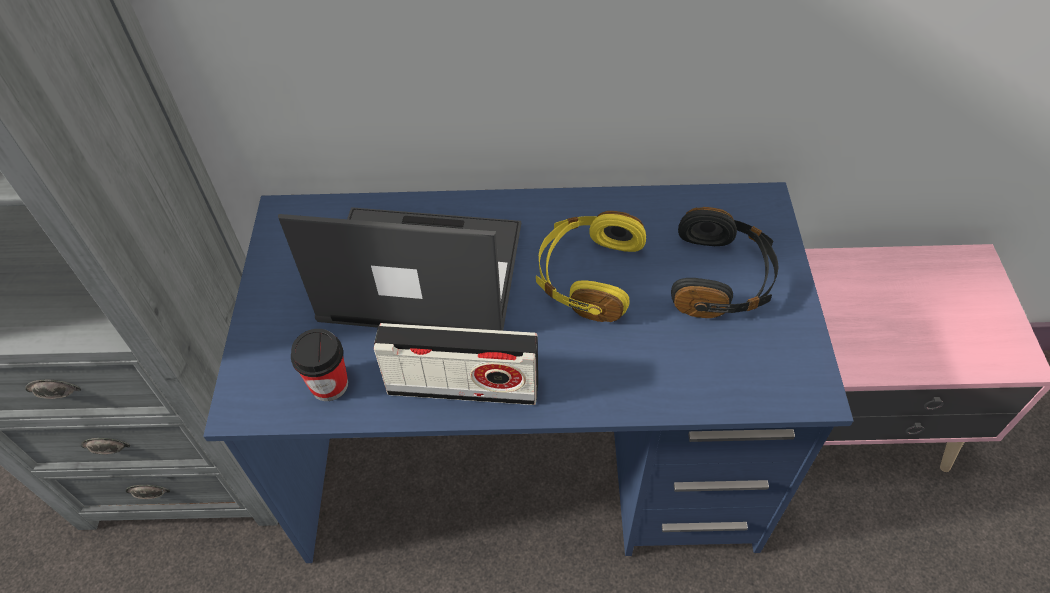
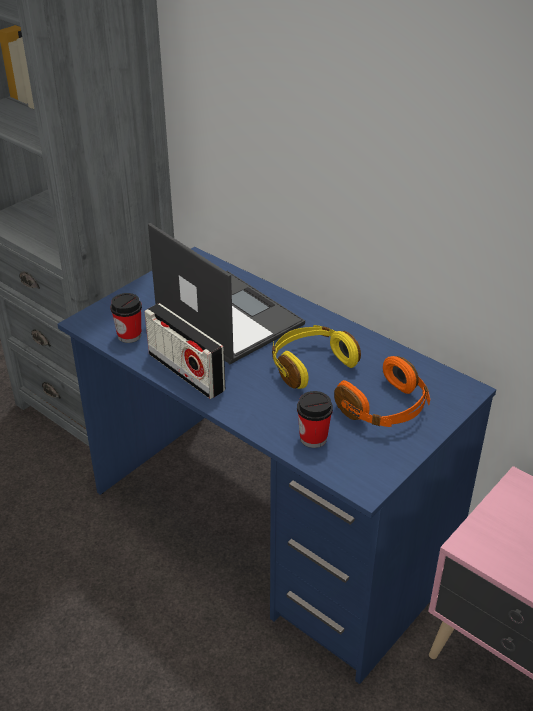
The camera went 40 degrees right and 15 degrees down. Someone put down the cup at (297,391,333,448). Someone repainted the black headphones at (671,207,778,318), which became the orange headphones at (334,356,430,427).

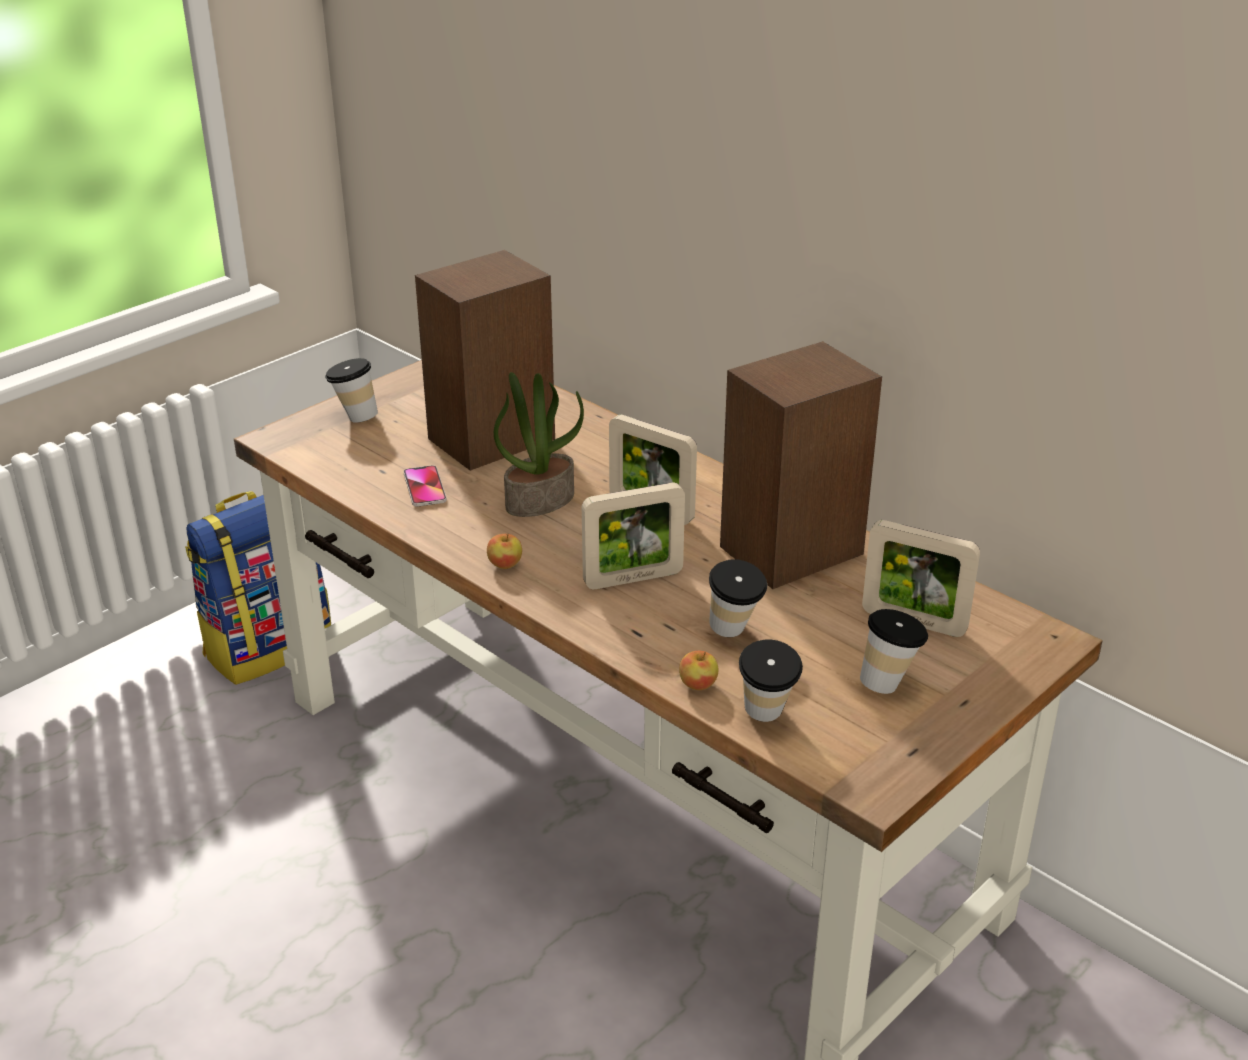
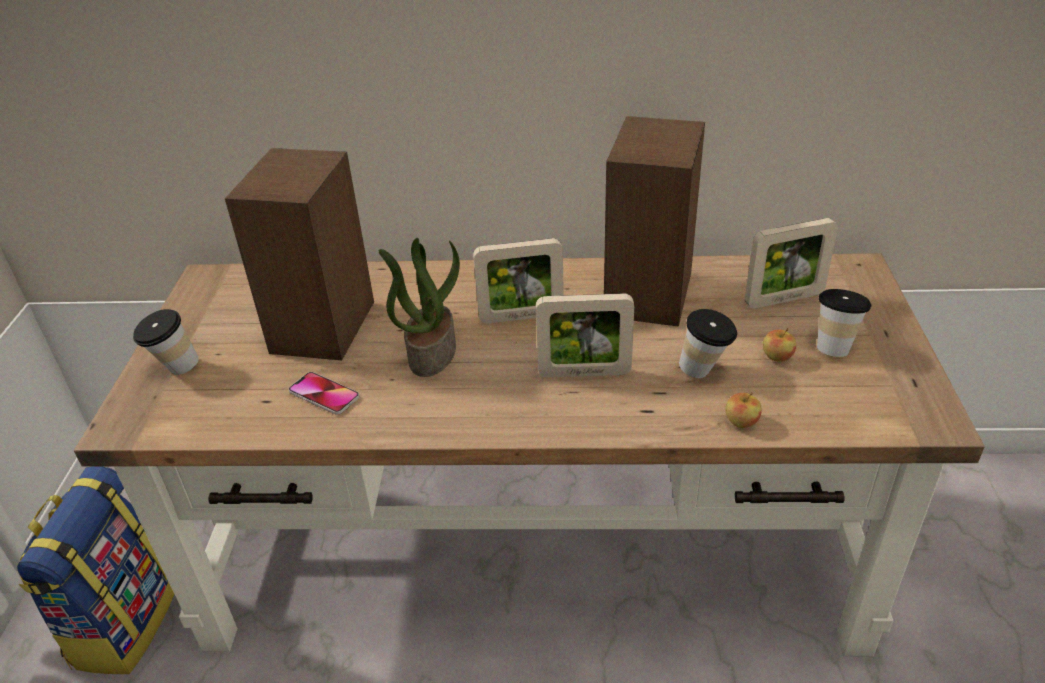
The camera went 40 degrees left and 5 degrees up. Someone rotated the picture frame at (582,483,685,589) by 60 degrees clockwise. Someone carried the apple from (487,533,522,569) to (763,328,796,362). Someone took away the cup at (739,639,803,722).

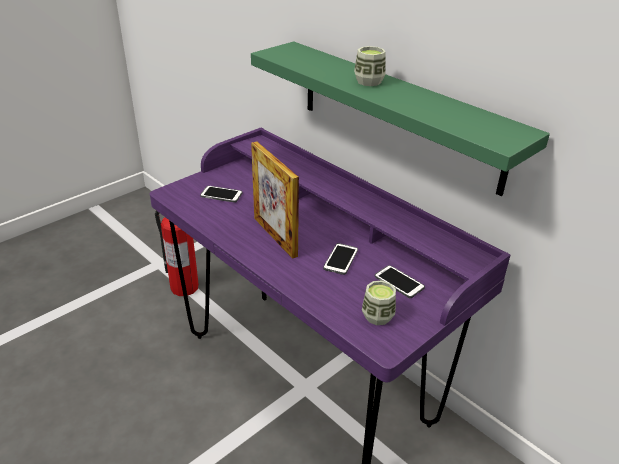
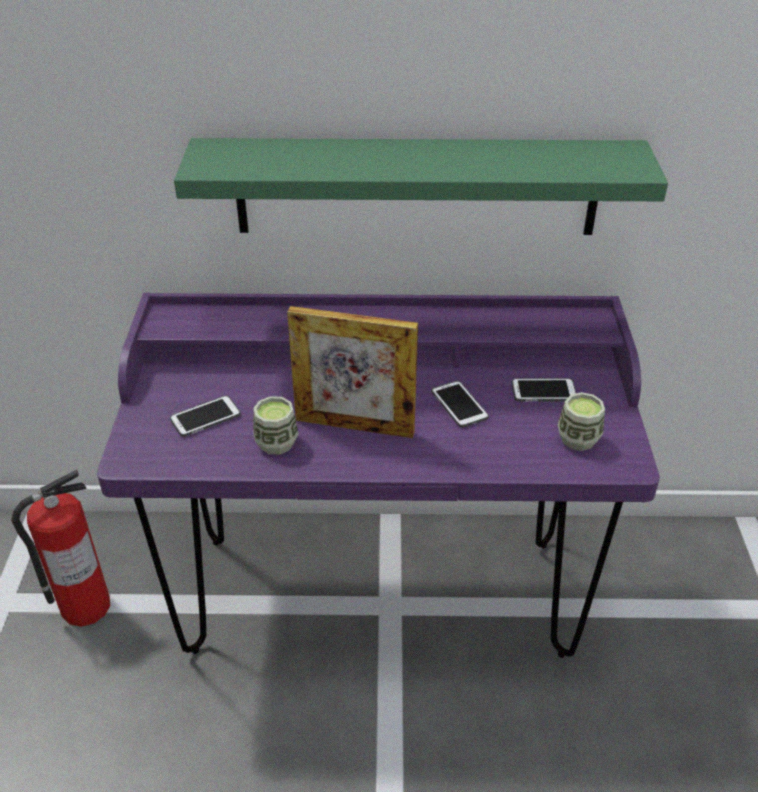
The camera went 45 degrees left and 5 degrees up. Someone carried the cup from (354,46,386,86) to (253,396,299,455).

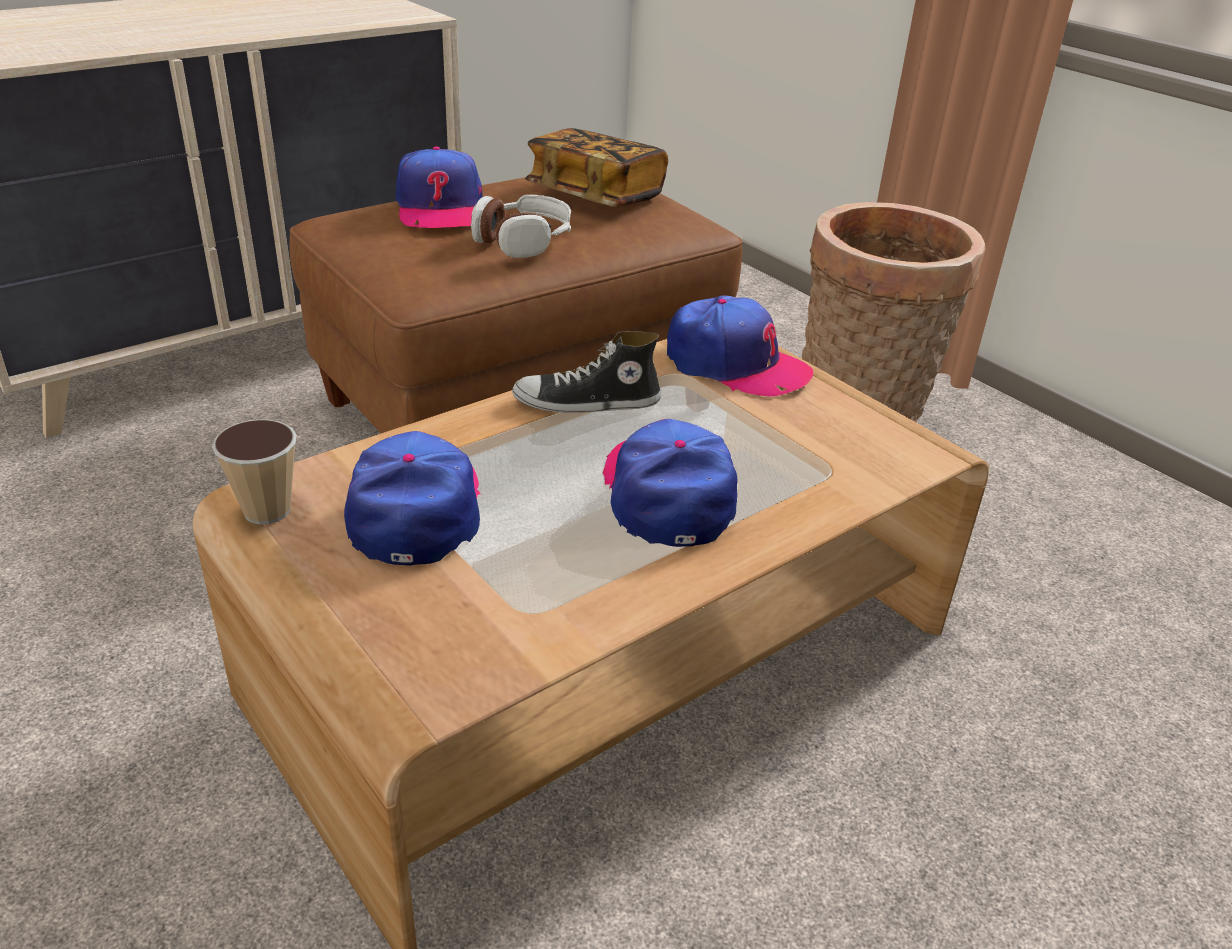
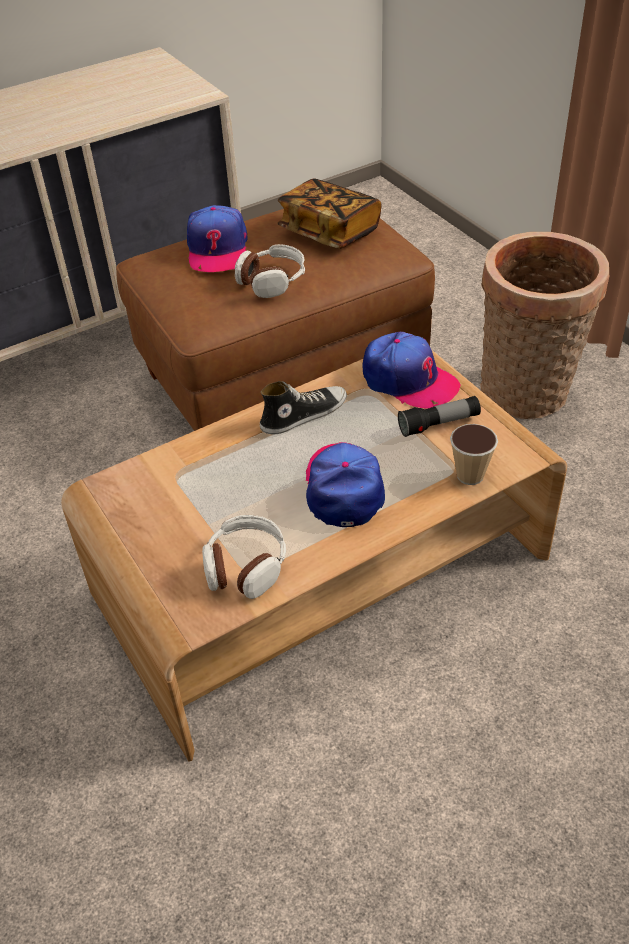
The camera went 10 degrees right and 10 degrees up. Someone put down the headphones at (202,515,286,599). Someone rotated the shoe at (512,331,661,413) by 150 degrees clockwise. Someone put down the flashlight at (398,396,481,437). Someone carried the cup from (212,419,297,525) to (450,424,498,485). Someone took away the cap at (344,431,481,566).

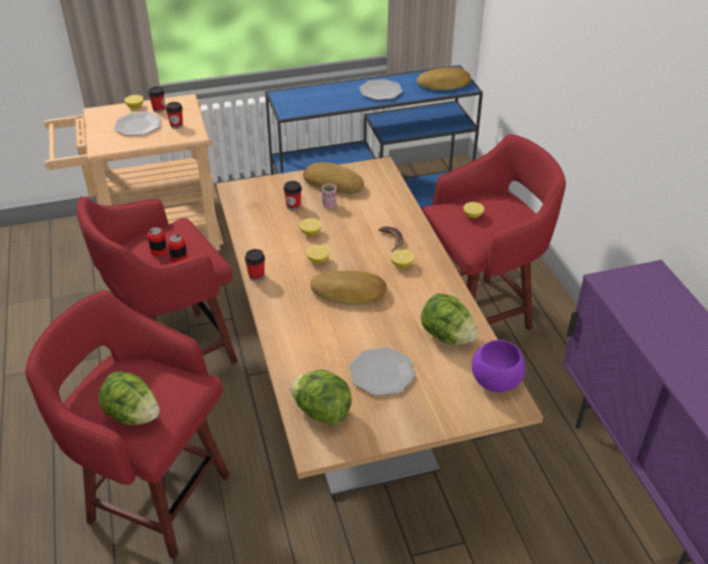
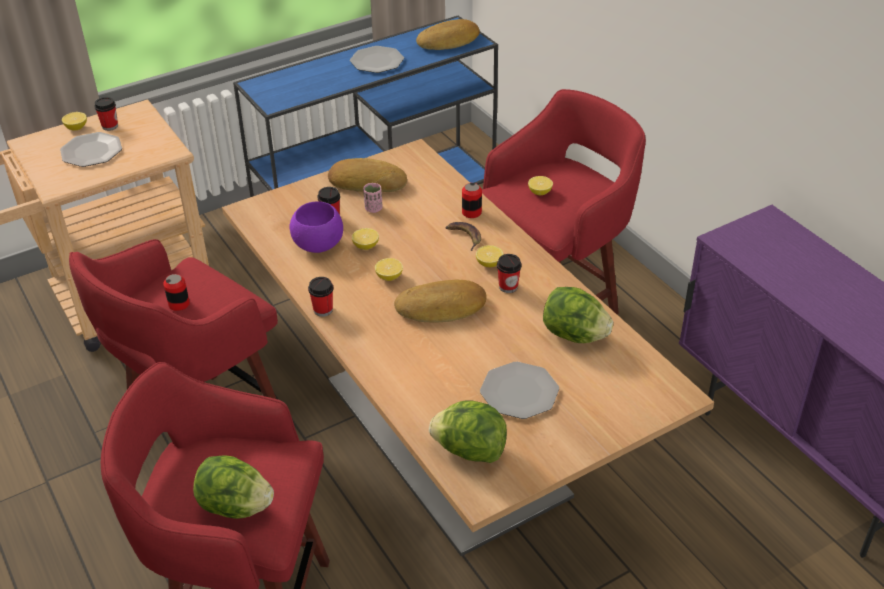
The camera went 15 degrees left and 0 degrees up. Someone carried the purple bowl from (472,340,525,392) to (289,201,343,253). Someone carried the can from (168,235,188,263) to (462,183,482,218). Someone carried the cup from (166,102,183,129) to (497,254,521,293).

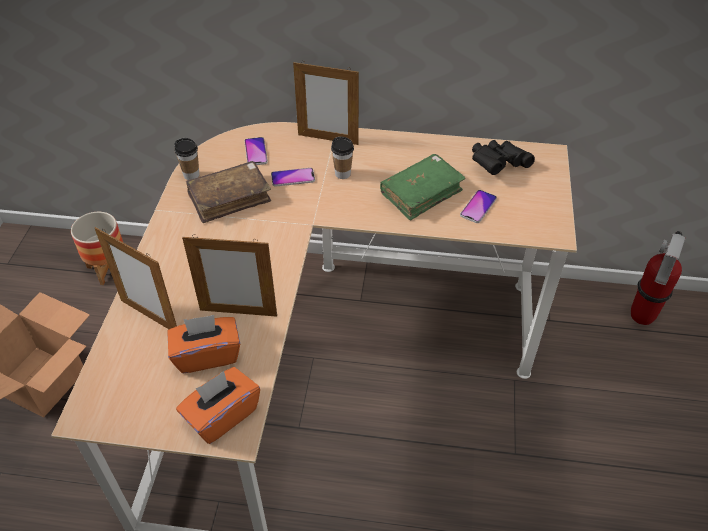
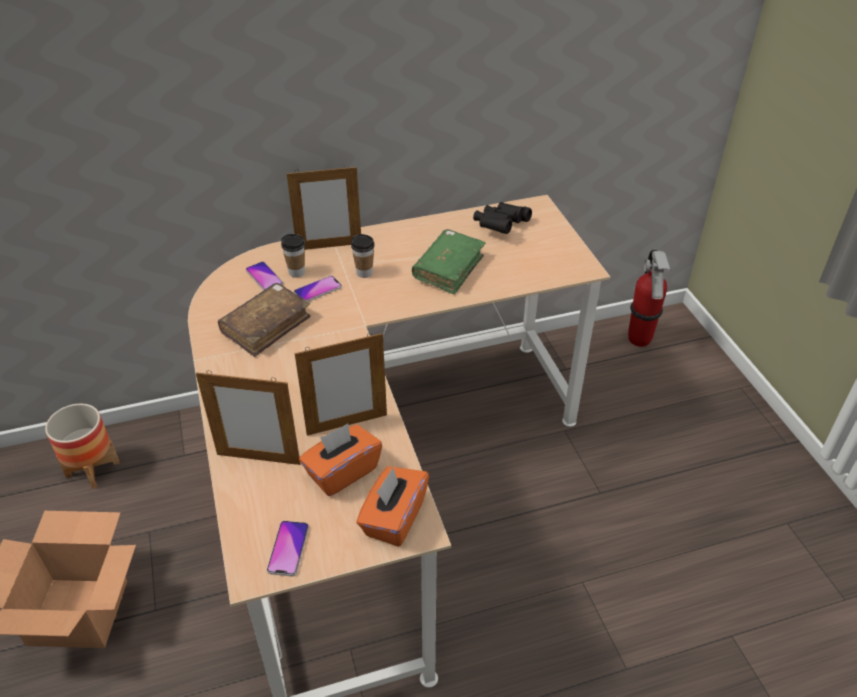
The camera went 25 degrees left and 5 degrees down. Someone carried the phone from (460,190,497,223) to (267,521,309,576). Someone carried the cup from (174,138,199,180) to (281,234,305,277).

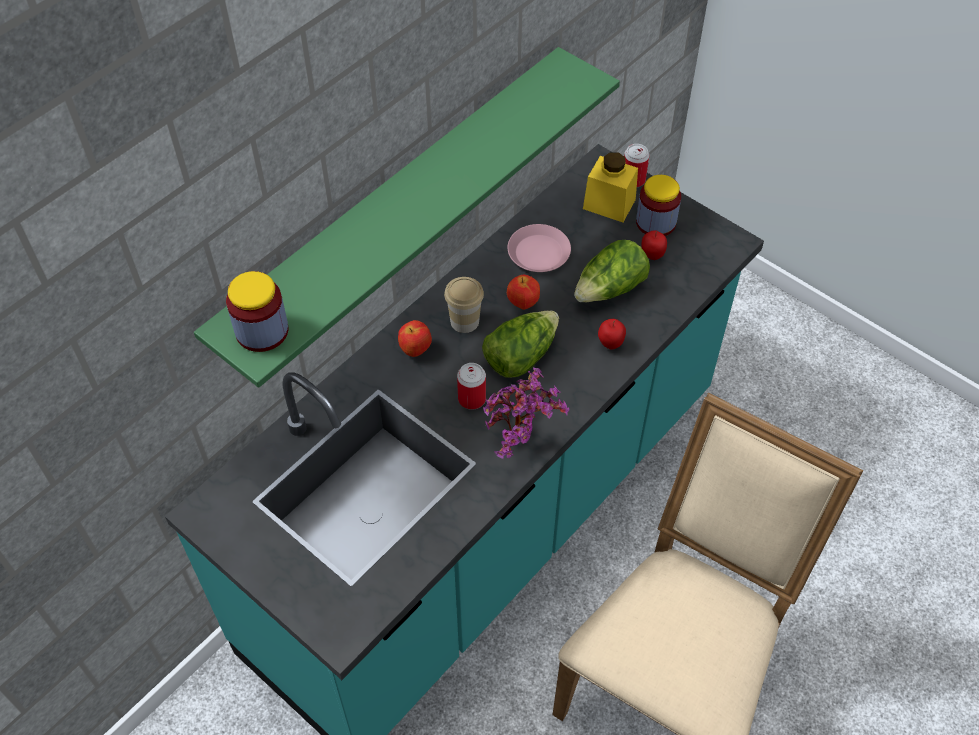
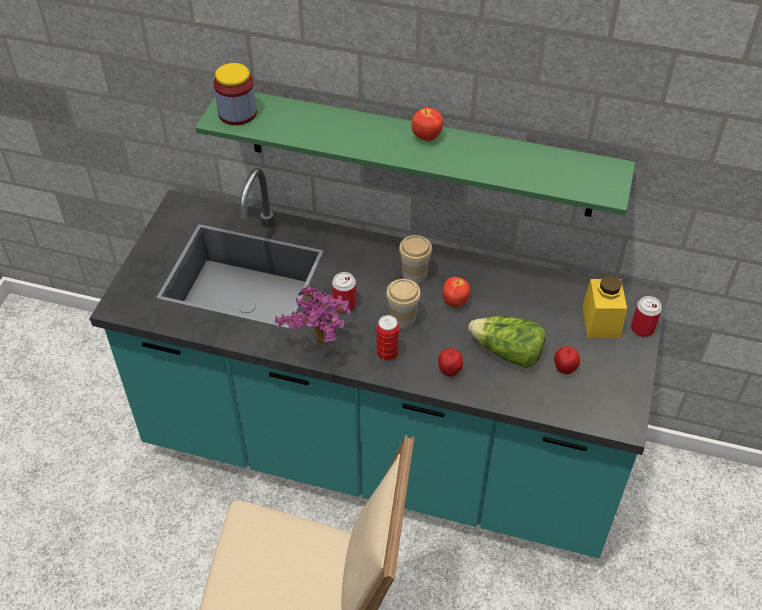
The camera went 65 degrees right and 5 degrees down. Someone put down the can at (377,315,399,361). Someone swapped the lettuce at (482,311,559,378) for the cup at (386,279,421,329). Someone carried the apple from (398,320,432,357) to (411,108,443,141). Someone took away the pink plate at (508,224,571,272). Someone took away the jar at (636,175,681,236).

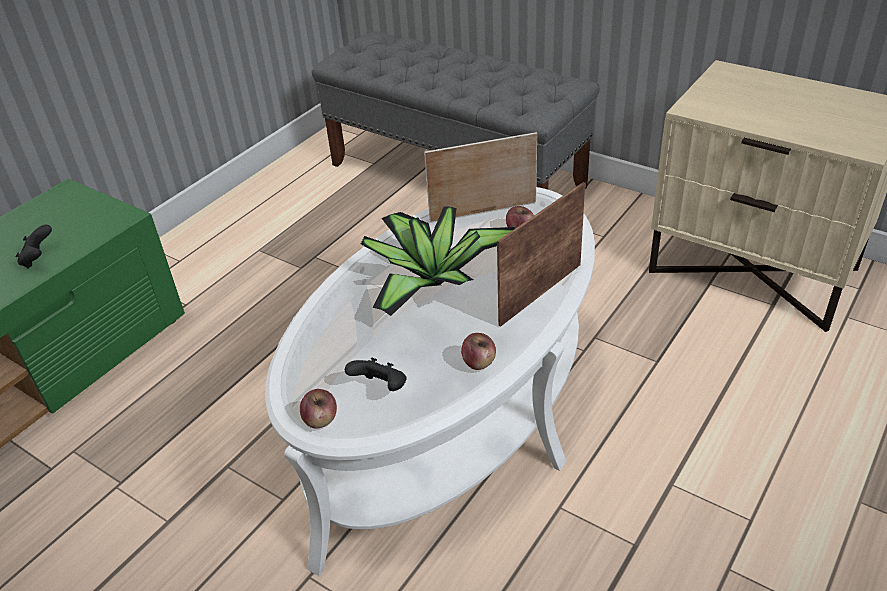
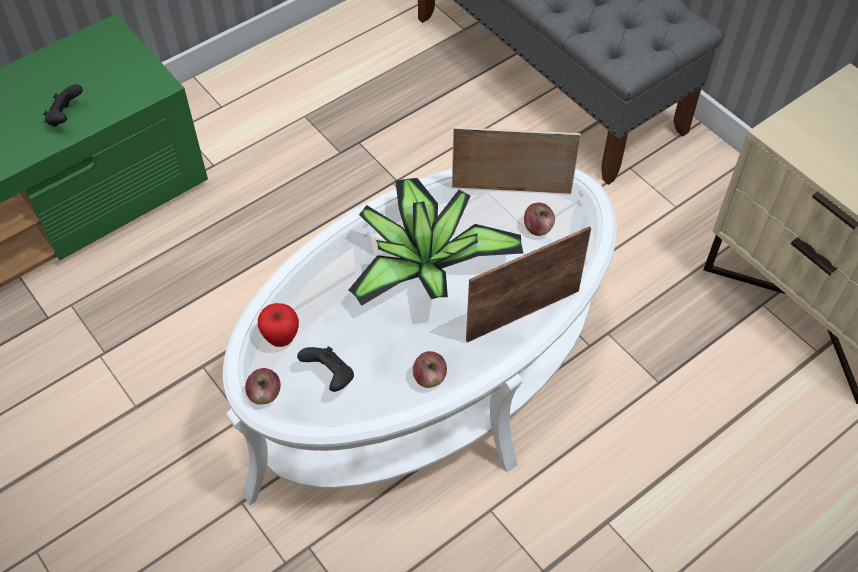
The camera went 15 degrees right and 15 degrees up. Someone put down the apple at (258,303,299,347).

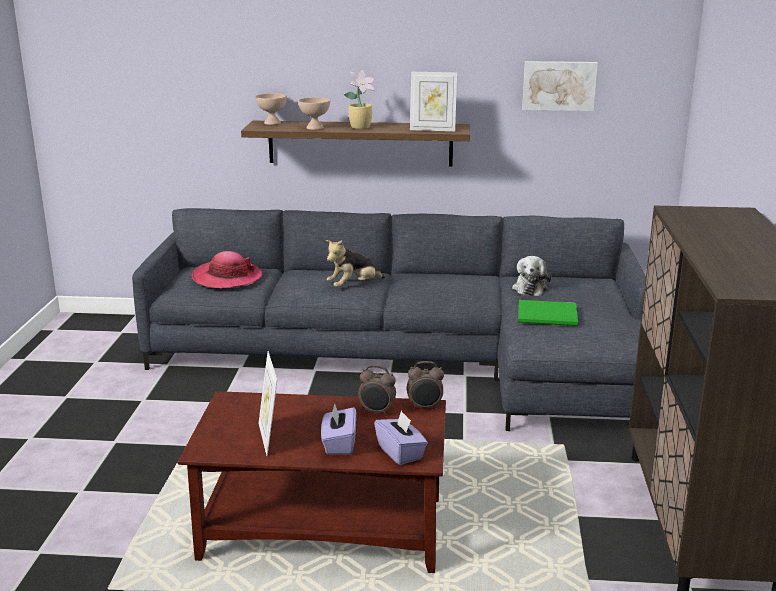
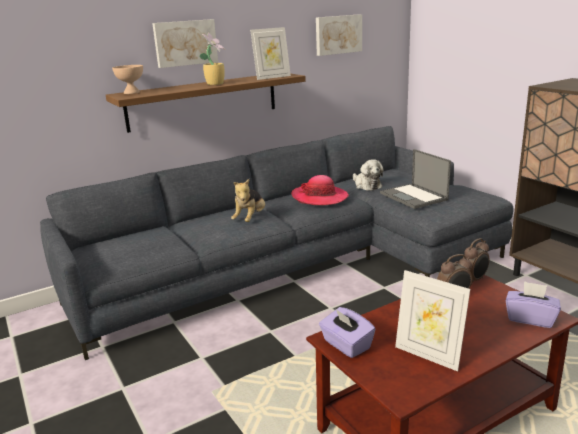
The camera went 35 degrees left and 0 degrees up. Someone put up the picture at (152,19,218,68). Someone carried the hat from (191,251,263,289) to (291,175,349,206). Someone carried the purple tissue box from (321,403,356,455) to (319,307,376,358). Someone swapped the green book at (518,300,578,326) for the laptop at (380,149,451,209). Someone took away the beige bowl at (298,98,330,130).

